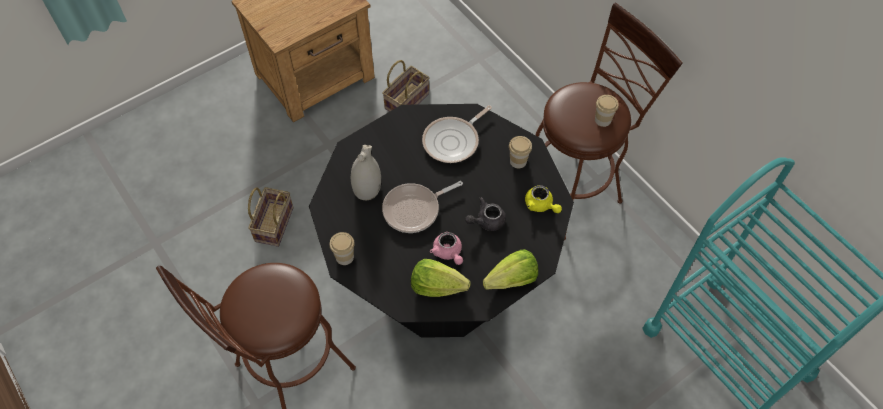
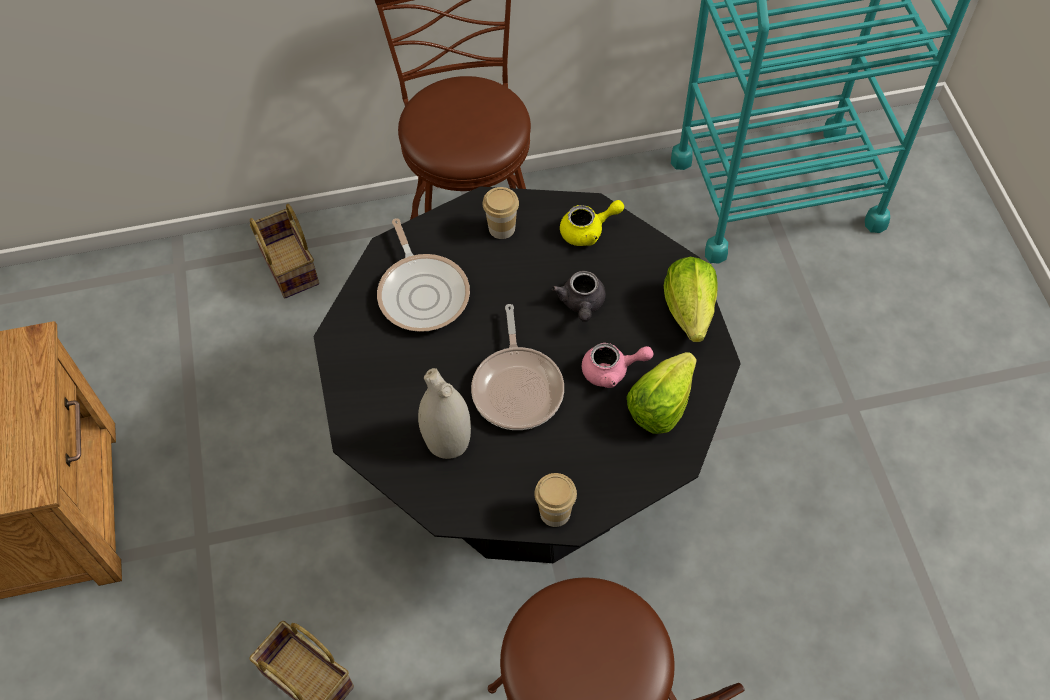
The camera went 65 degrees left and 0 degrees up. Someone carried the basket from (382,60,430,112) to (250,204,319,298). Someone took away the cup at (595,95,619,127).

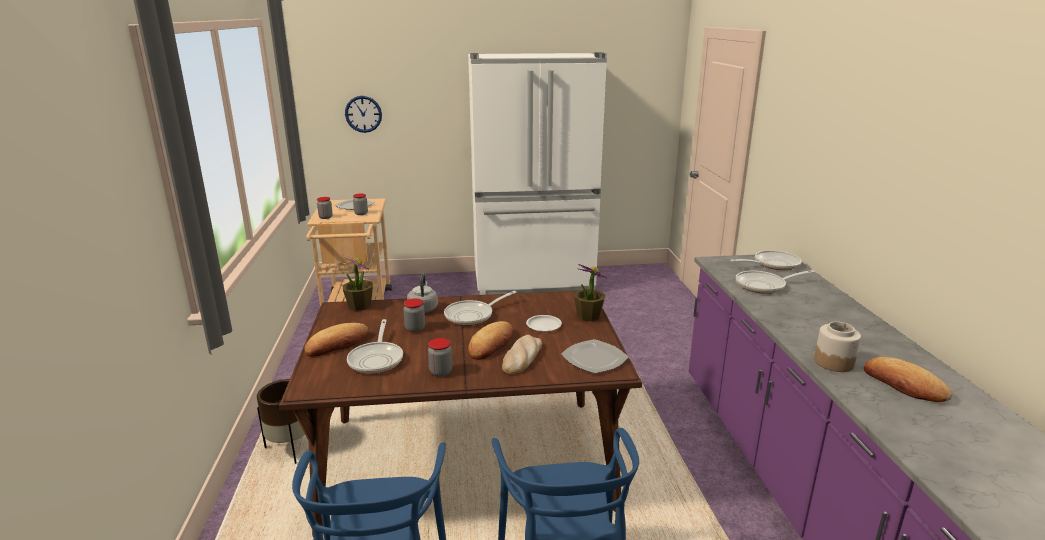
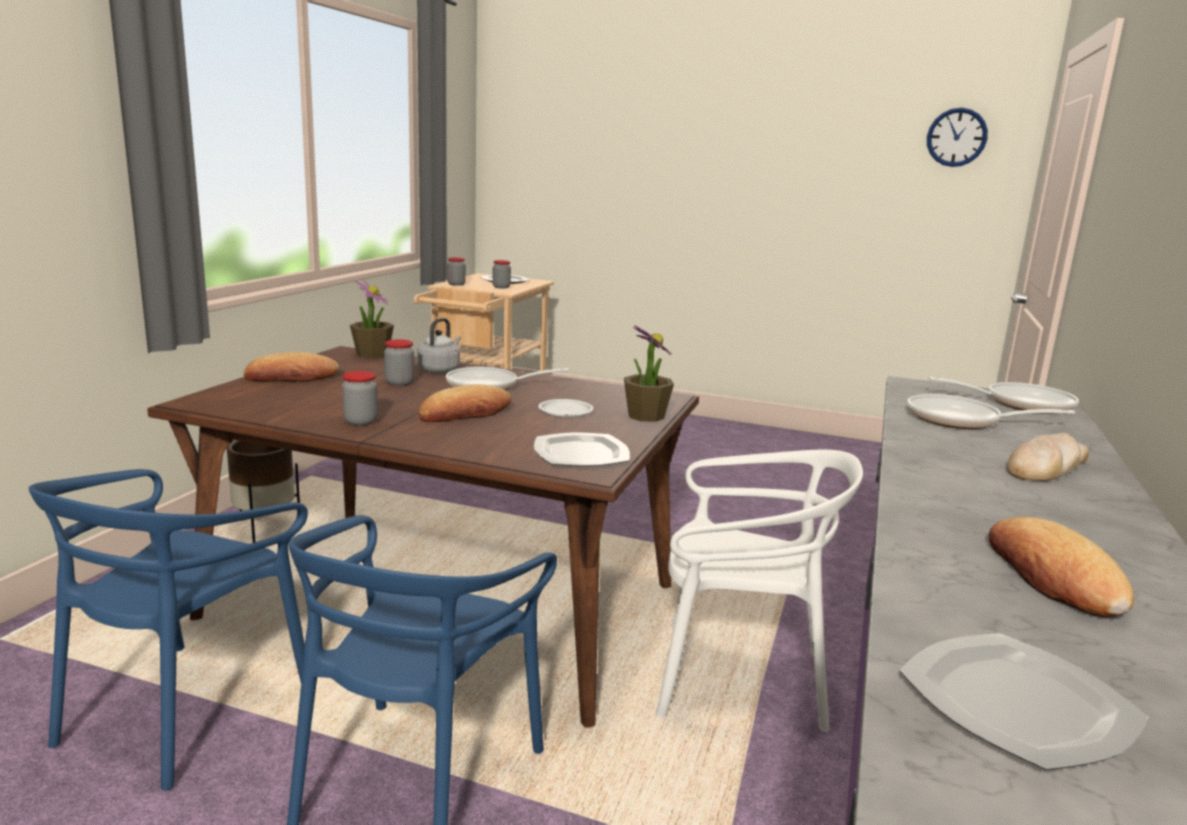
The camera went 25 degrees right and 5 degrees down. Someone put down the white chair at (656,450,863,732). Someone put down the plate at (900,633,1148,770). Someone carried the wall clock from (345,96,382,133) to (927,108,988,167). Someone carried the bread from (502,335,542,374) to (1006,433,1089,481). Someone took away the frying pan at (347,319,403,374). Someone took away the white fridge at (468,52,607,295). Someone took away the jar at (814,322,861,372).

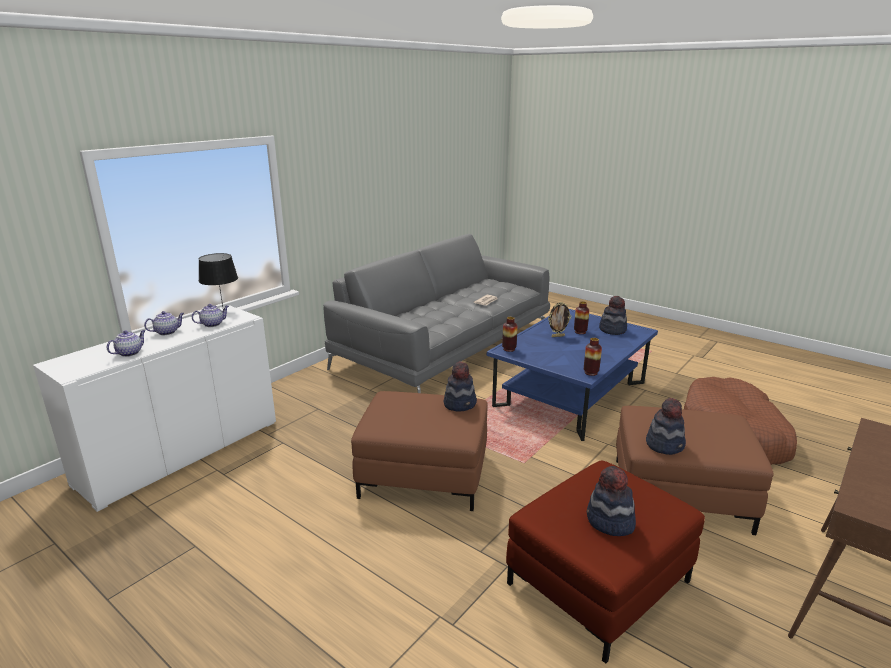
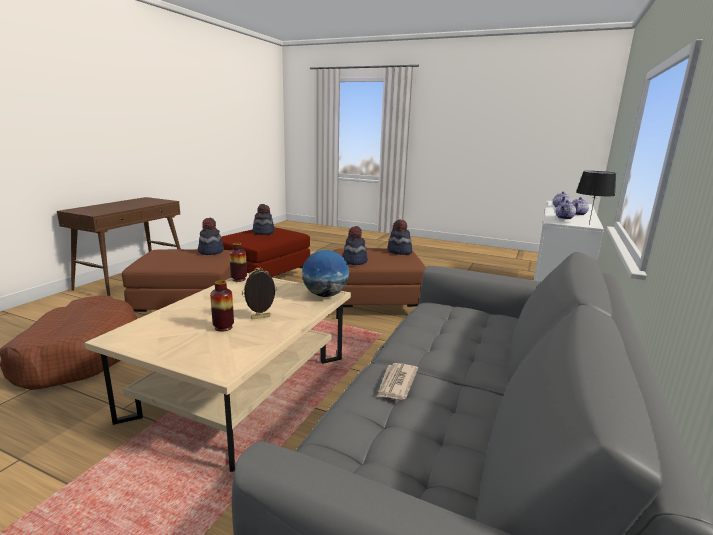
The camera went 165 degrees right and 5 degrees down. Someone repainted the blue coffee table at (487,309,658,441), which became the beige coffee table at (85,273,351,472). Someone swapped the vase at (502,317,518,352) for the globe at (302,250,349,297). Someone carried the hat from (599,296,627,335) to (388,220,412,255).

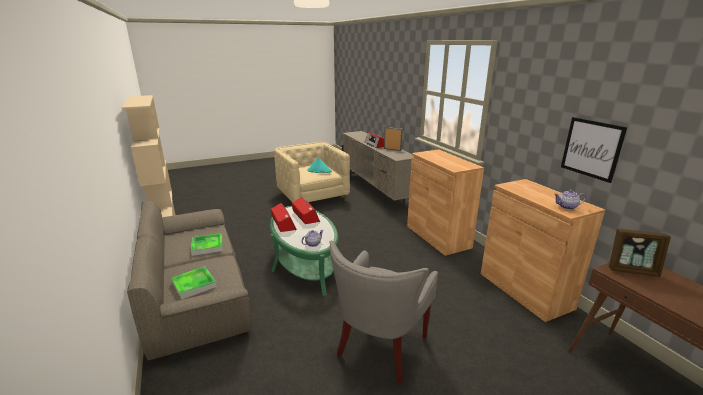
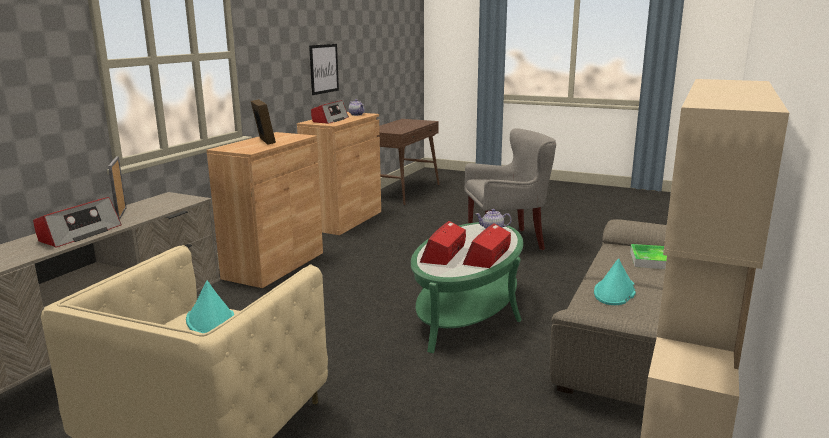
The camera went 130 degrees left and 5 degrees down. Someone carried the picture frame from (609,228,671,277) to (251,99,276,145). Someone put down the radio at (311,100,349,124). Someone swapped the tray at (191,233,223,256) for the turquoise hat at (594,259,636,305).

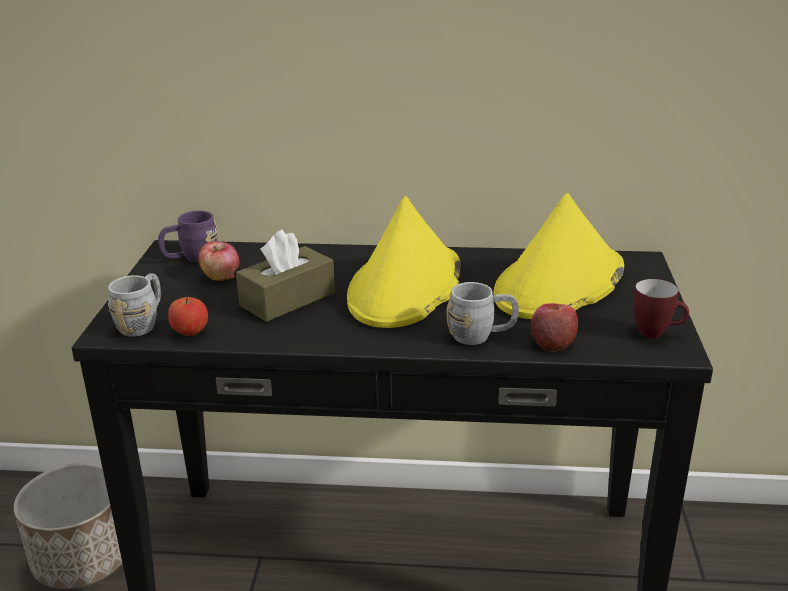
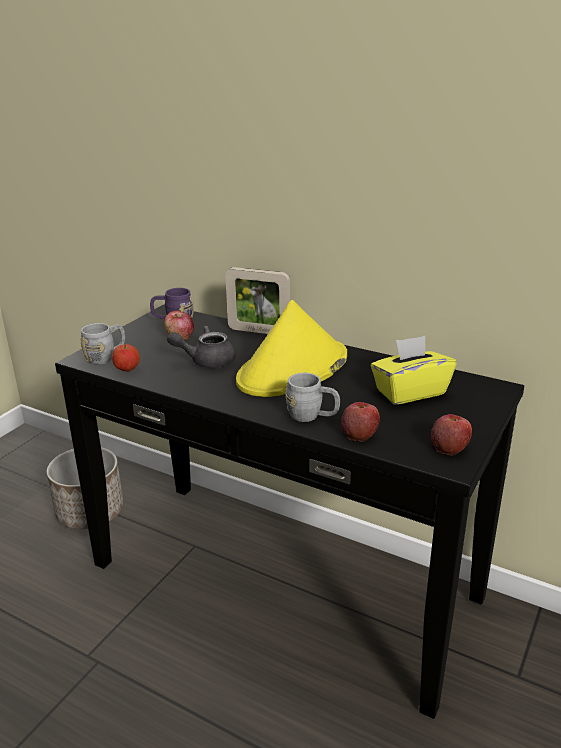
The camera went 25 degrees right and 0 degrees up. Someone swapped the brown tissue box at (236,230,335,322) for the grey teapot at (167,326,236,368). Someone put down the picture frame at (225,267,290,334). Someone swapped the yellow hat at (493,193,624,319) for the yellow tissue box at (371,336,456,405). Someone swapped the mug at (634,279,689,338) for the apple at (431,414,472,455).

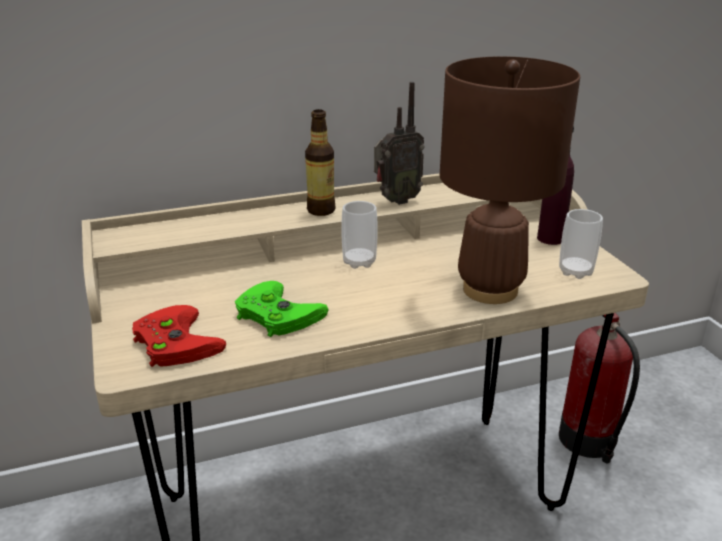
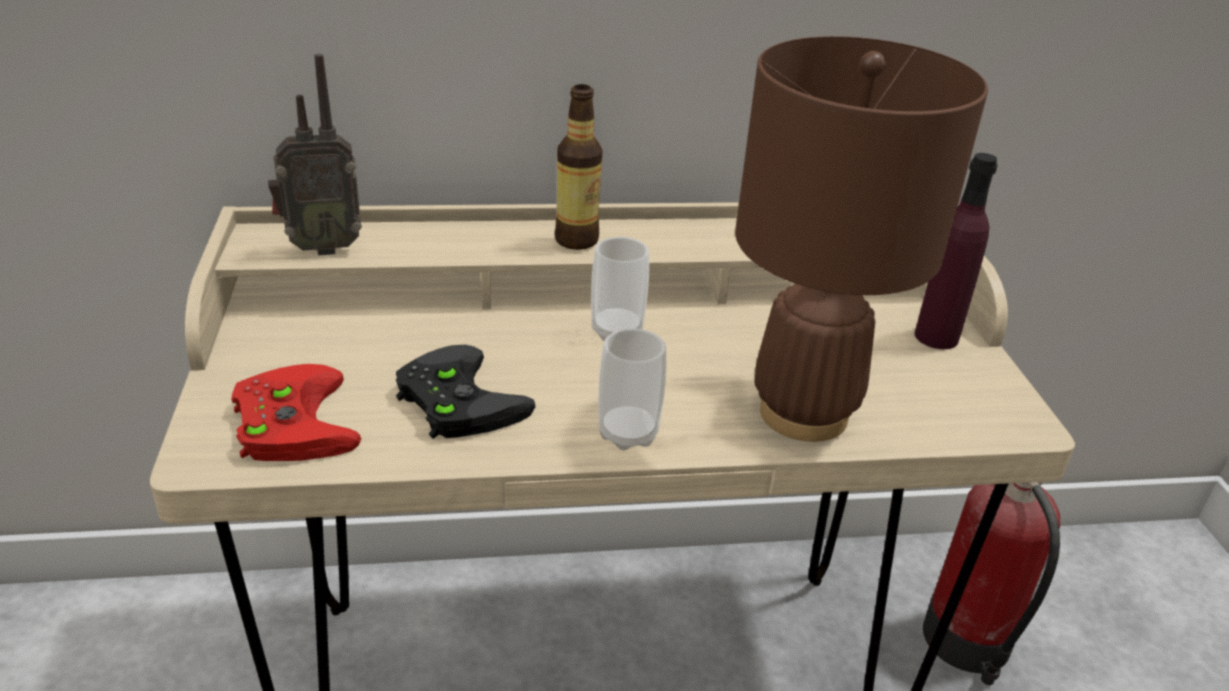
The camera went 10 degrees right and 5 degrees up. Someone carried the radio from (374,82,425,205) to (268,54,362,256). Someone repainted the green game controller at (235,281,329,337), which became the black game controller at (396,345,535,439). Someone carried the cup from (559,209,603,279) to (599,328,666,450).

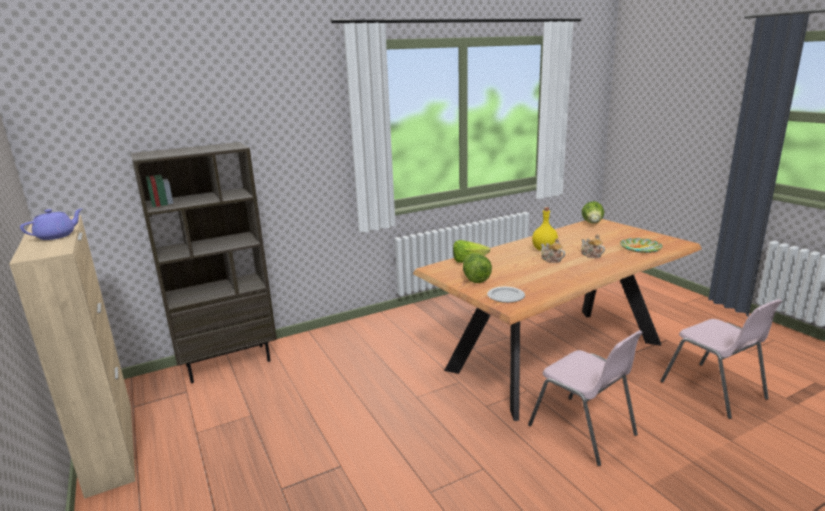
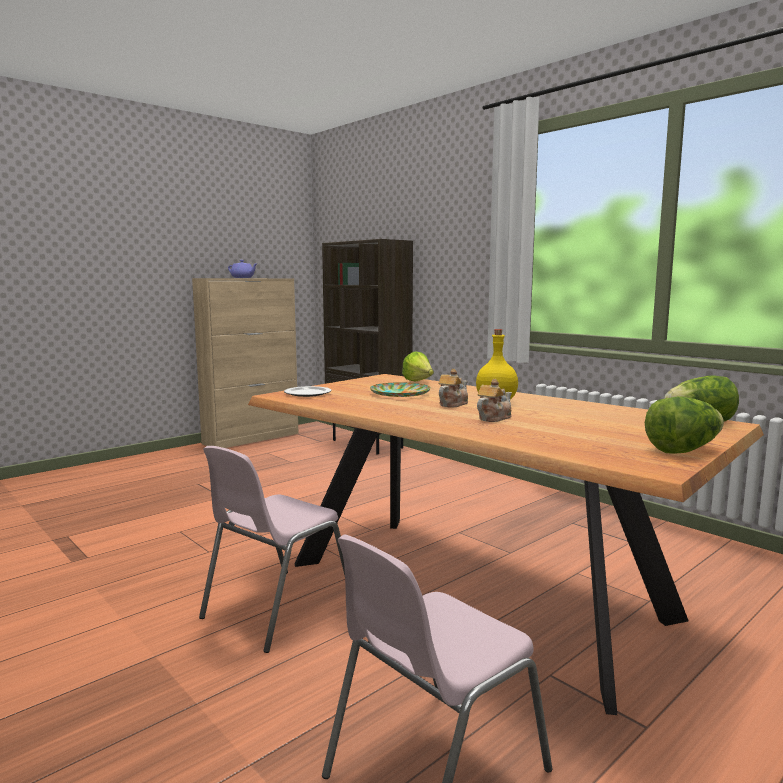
The camera went 75 degrees right and 10 degrees down. Someone carried the plate from (620,238,663,253) to (370,382,431,397). Someone carried the lettuce from (463,253,492,283) to (645,396,724,454).

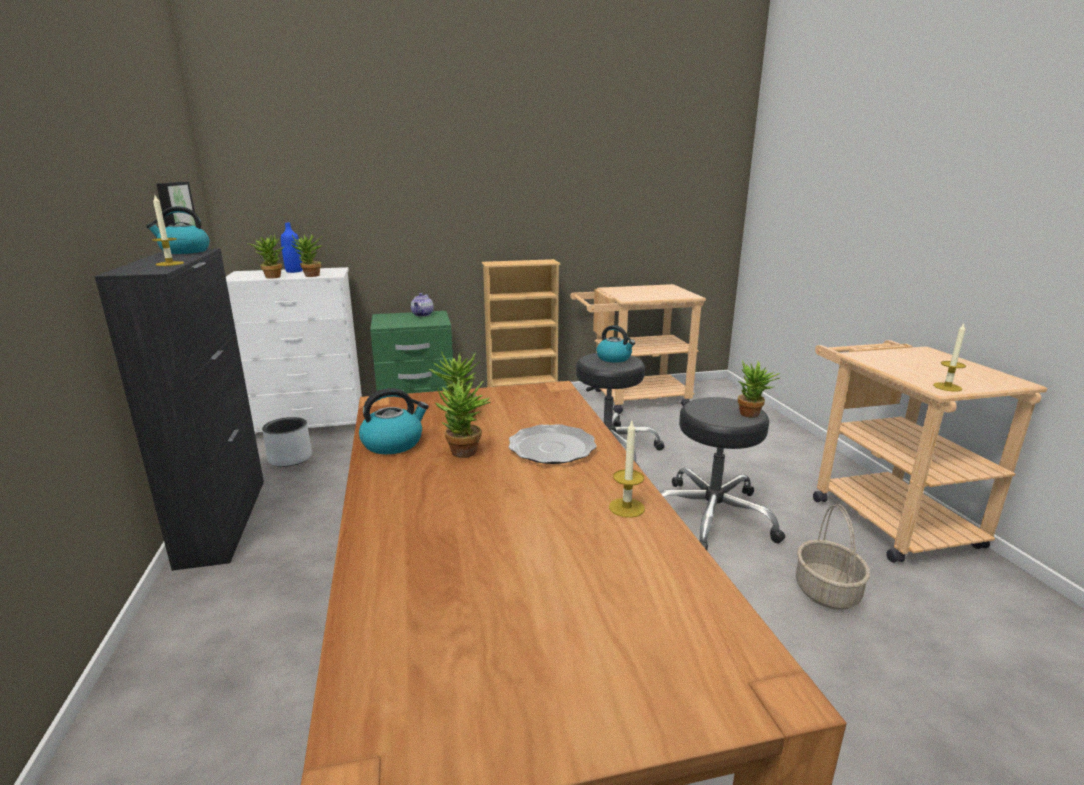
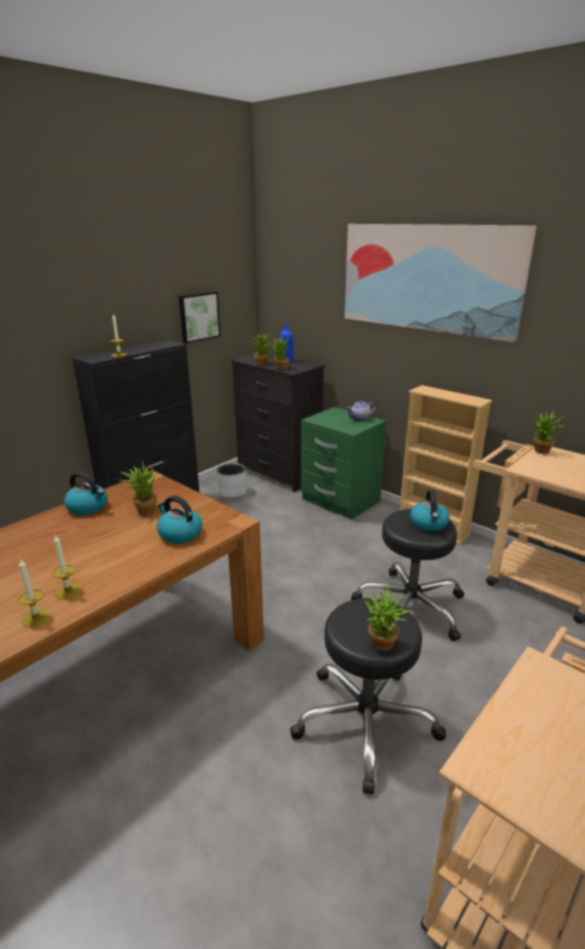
The camera went 55 degrees right and 5 degrees up. Someone carried the candle from (933,324,966,392) to (52,534,82,599). Someone carried the kettle from (146,206,210,254) to (157,495,202,544). Someone repainted the white dresser at (226,267,362,434), which became the black dresser at (231,353,325,492). Someone put up the picture at (345,224,537,342). Someone carried the potted plant from (435,377,491,458) to (533,410,565,454). Someone took away the plate at (508,424,597,464). Someone took away the basket at (796,504,870,610).

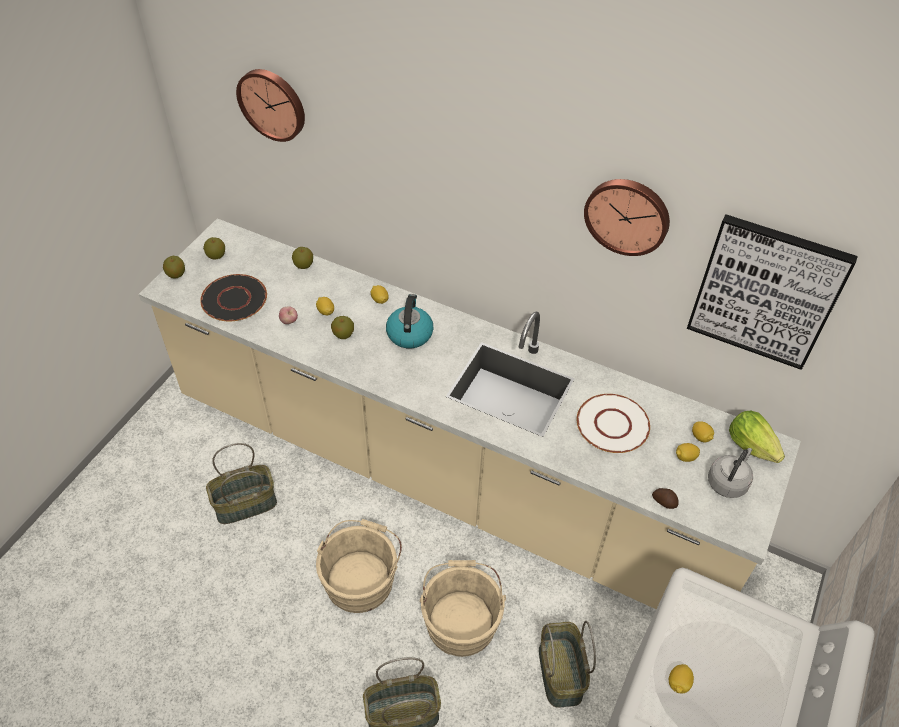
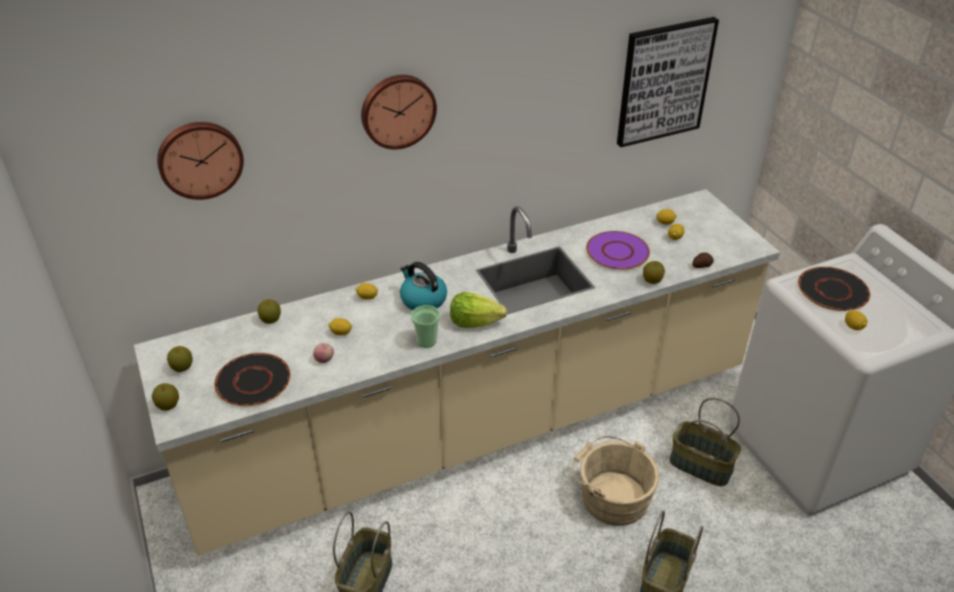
The camera went 50 degrees left and 10 degrees down. Someone carried the wall clock from (584,179,670,256) to (361,75,437,150). Someone put down the cup at (411,305,440,348). Someone carried the lettuce from (729,411,785,463) to (450,292,507,328). Someone repainted the white plate at (577,394,650,453), which became the purple plate at (586,231,650,270). Someone carried the apple from (331,316,354,339) to (643,261,665,284). Someone put down the black plate at (798,267,870,311). Someone took away the beige bucket at (316,519,402,613). Someone took away the grey kettle at (708,448,753,498).

